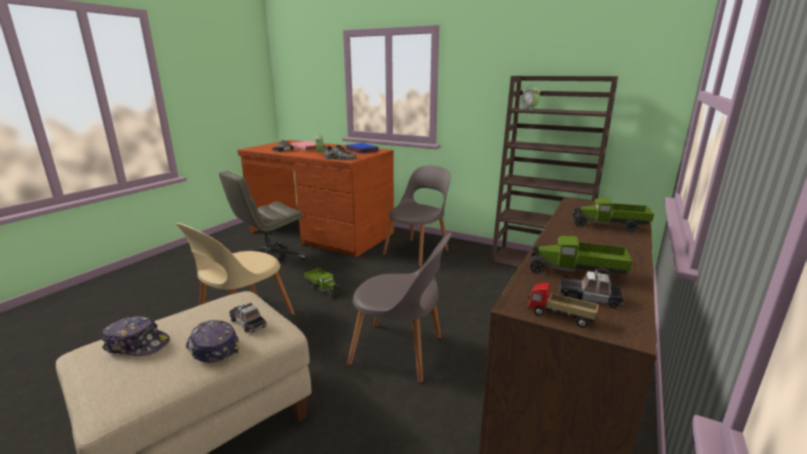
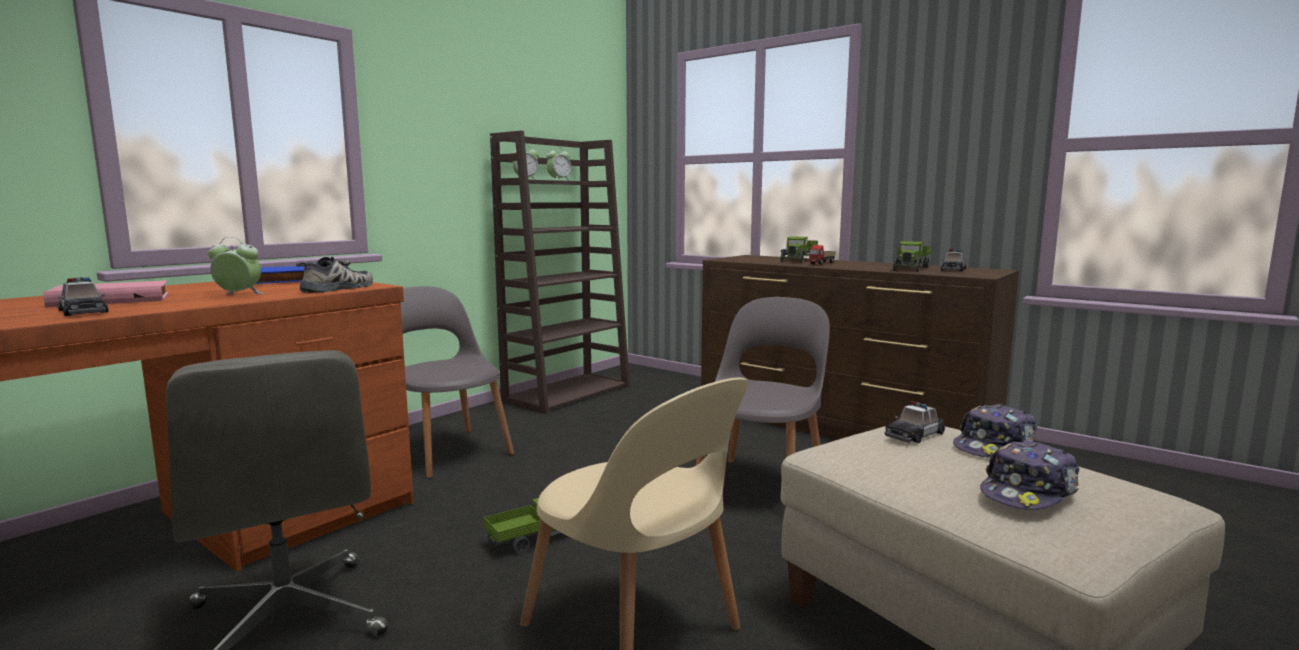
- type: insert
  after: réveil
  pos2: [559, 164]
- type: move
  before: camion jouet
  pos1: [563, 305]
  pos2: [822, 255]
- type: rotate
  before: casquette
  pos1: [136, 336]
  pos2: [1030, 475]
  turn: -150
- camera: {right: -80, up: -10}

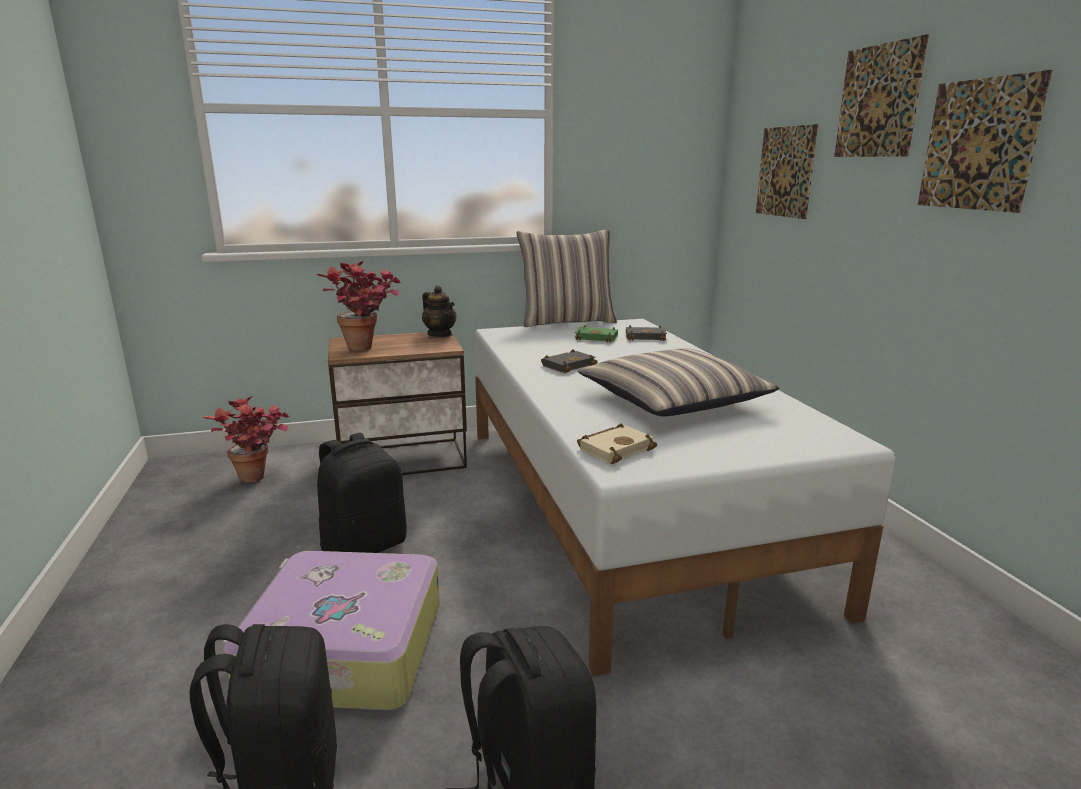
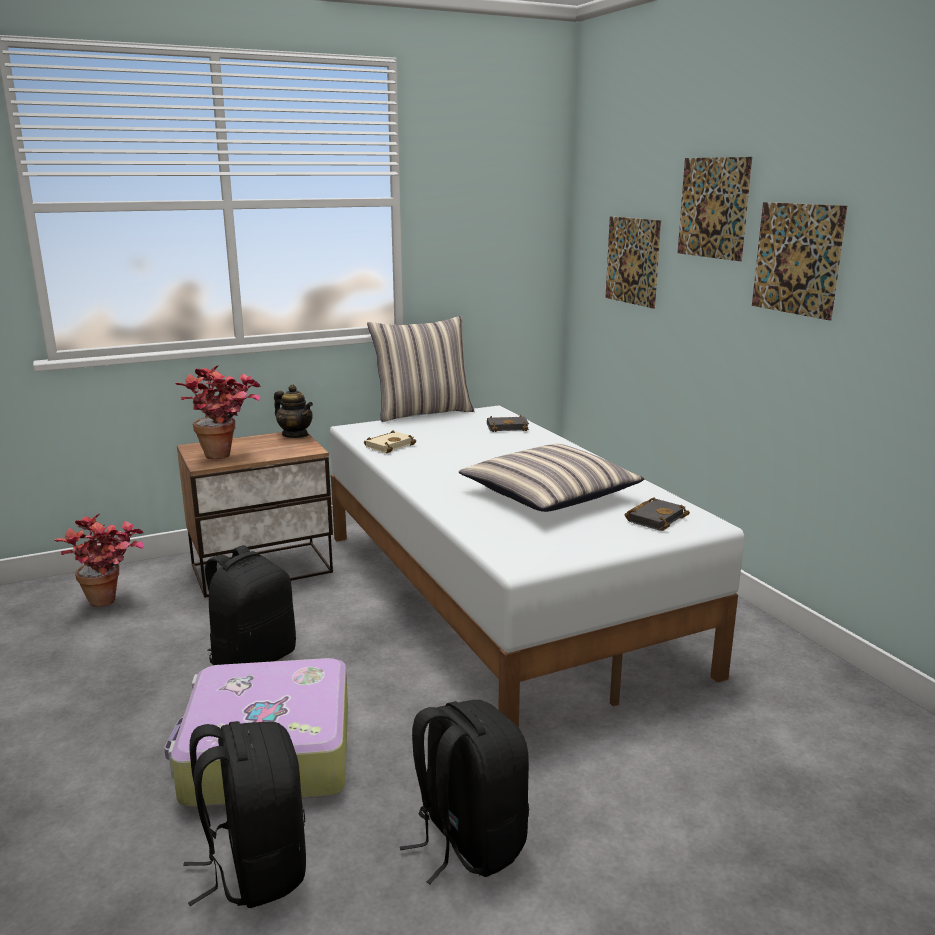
- type: delete
  before: livre (vert)
  pos1: [596, 334]
- type: move
  before: livre (noir)
  pos1: [569, 361]
  pos2: [657, 514]
- type: move
  before: livre (beige)
  pos1: [617, 444]
  pos2: [390, 441]
- camera: {right: -10, up: 0}

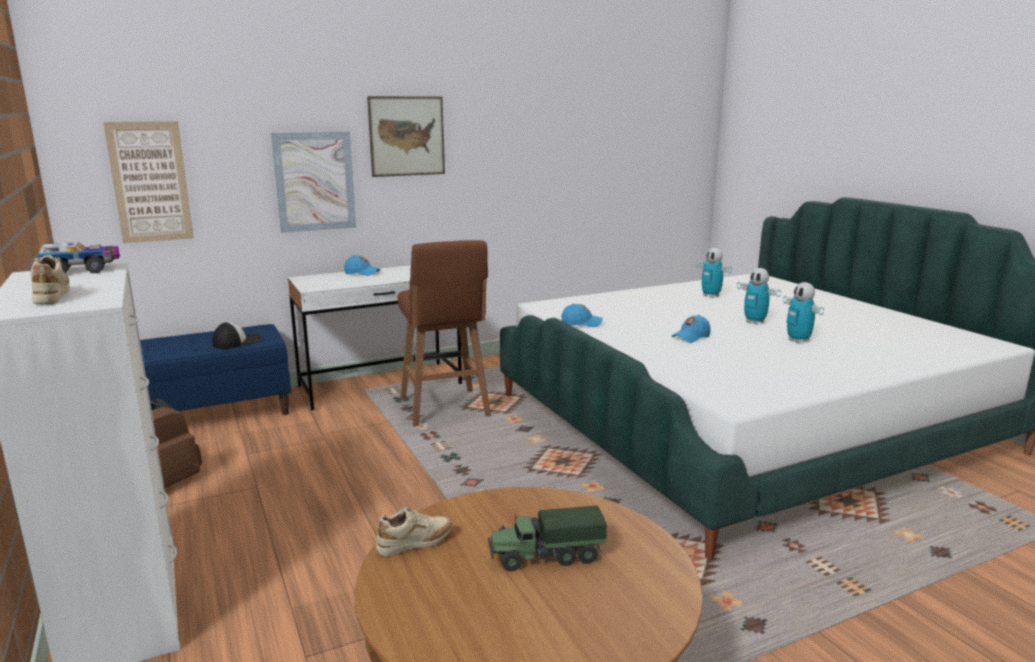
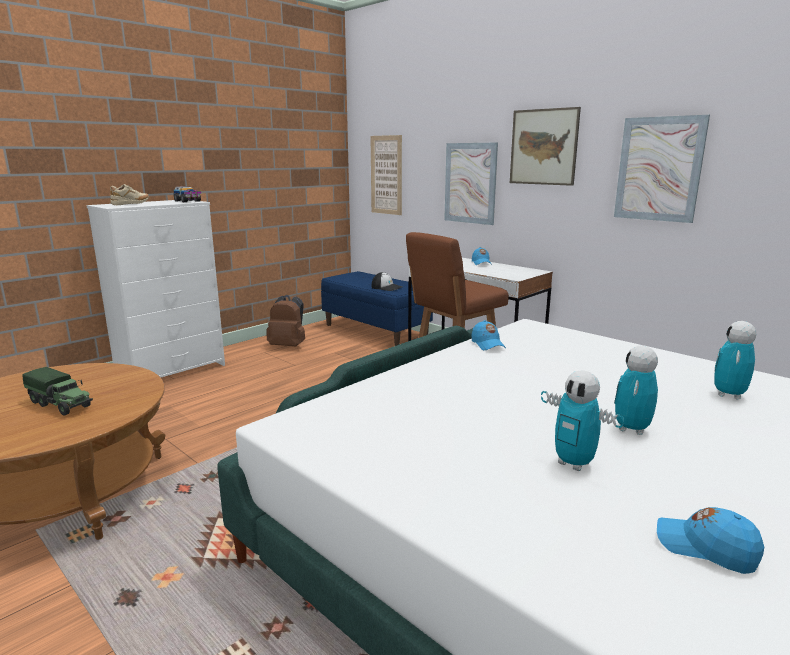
- type: delete
  before: chaussure (beige)
  pos1: [414, 531]
- type: insert
  after: tableau
  pos2: [662, 169]
- type: move
  before: casquette (bleu)
  pos1: [691, 329]
  pos2: [710, 540]
- type: rotate
  before: camion jouet
  pos1: [547, 538]
  pos2: [57, 391]
  turn: 150
- type: rotate
  before: robot jouet
  pos1: [803, 312]
  pos2: [582, 420]
  turn: -90
- camera: {right: 70, up: 0}

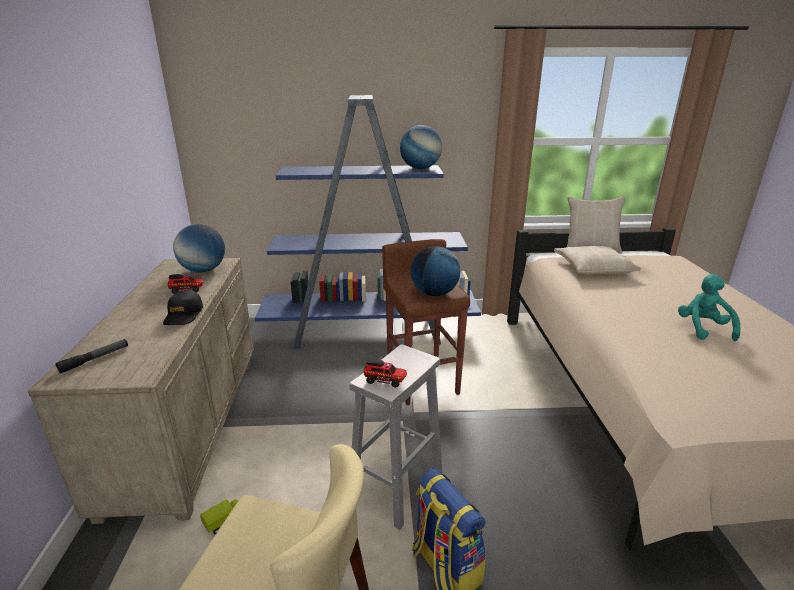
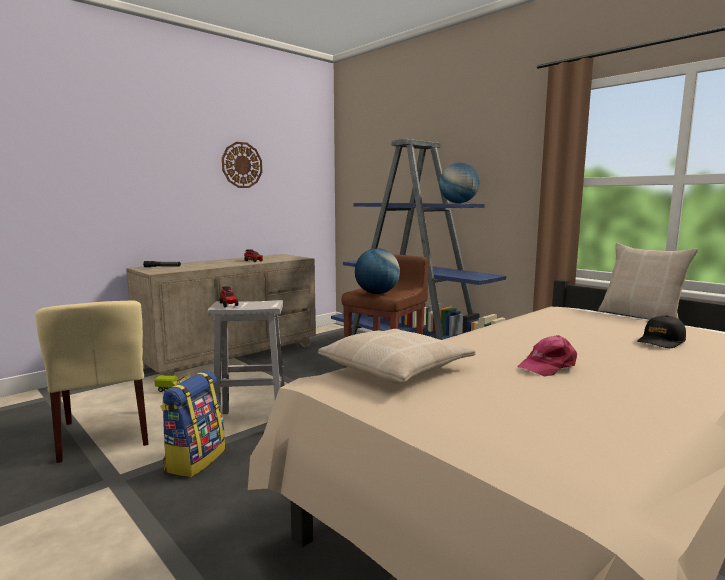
- type: delete
  before: globe
  pos1: [199, 248]
- type: insert
  after: horloge murale
  pos2: [242, 165]
- type: move
  before: casquette (noir)
  pos1: [183, 307]
  pos2: [661, 331]
- type: move
  before: coussin (beige)
  pos1: [597, 260]
  pos2: [397, 356]
- type: replace
  before: peluche (turquoise)
  after: casquette (rose)
  pos1: [709, 307]
  pos2: [547, 356]
- camera: {right: 50, up: -15}

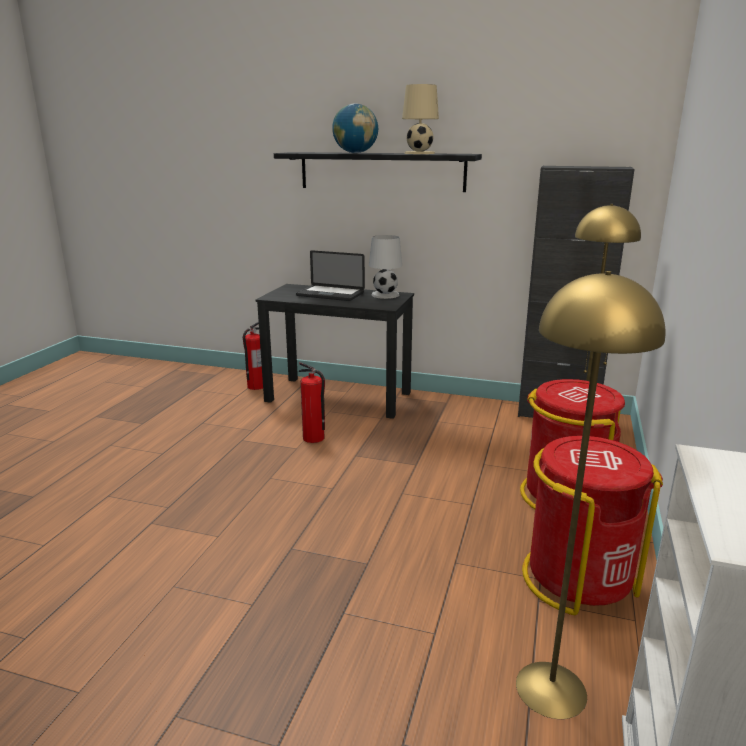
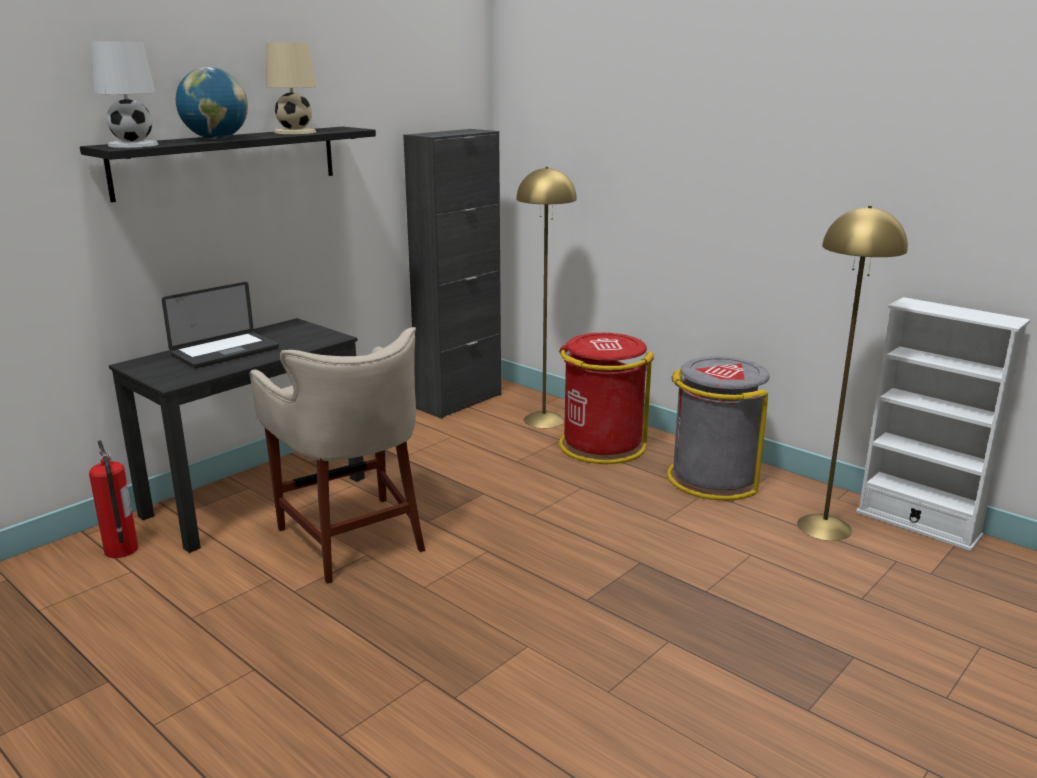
- type: move
  before: lampe de table (blanc)
  pos1: [385, 267]
  pos2: [125, 95]
- type: replace
  before: extincteur
  after: tabouret (beige)
  pos1: [312, 402]
  pos2: [337, 455]
- type: recolor
  before: poubelle (rouge)
  after: poubelle (gris)
  pos1: [592, 525]
  pos2: [718, 428]
- camera: {right: -65, up: 0}

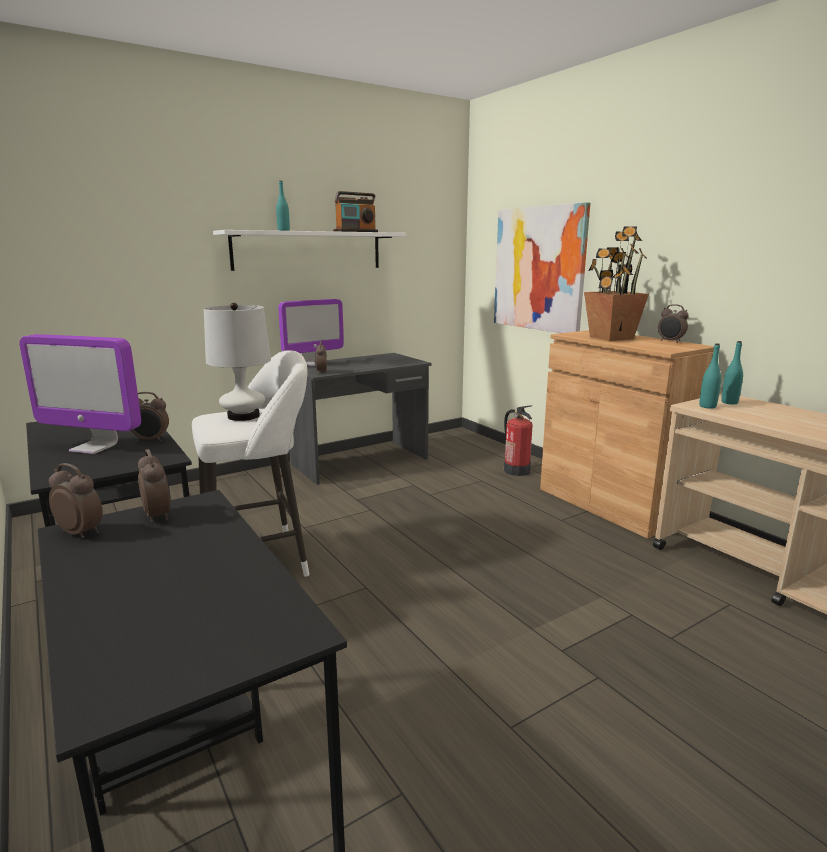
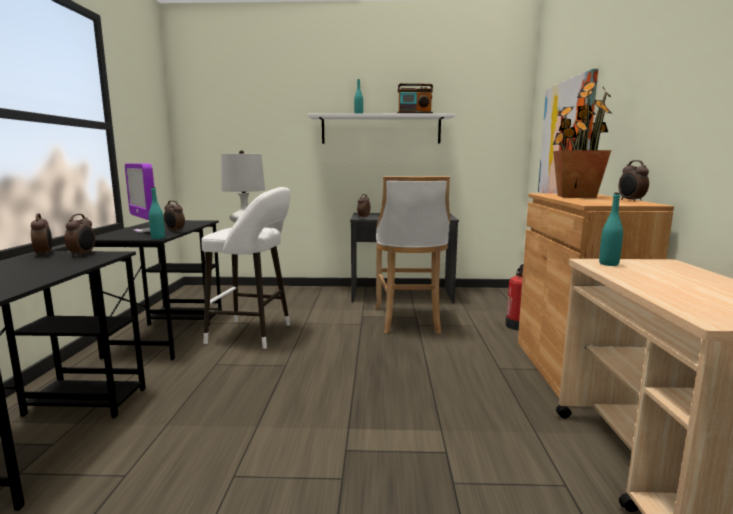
- type: delete
  before: écran d'ordinateur
  pos1: [311, 332]
- type: insert
  after: tabouret (blanc)
  pos2: [412, 255]
- type: move
  before: bouteille (turquoise)
  pos1: [732, 373]
  pos2: [157, 213]
- camera: {right: 35, up: -5}

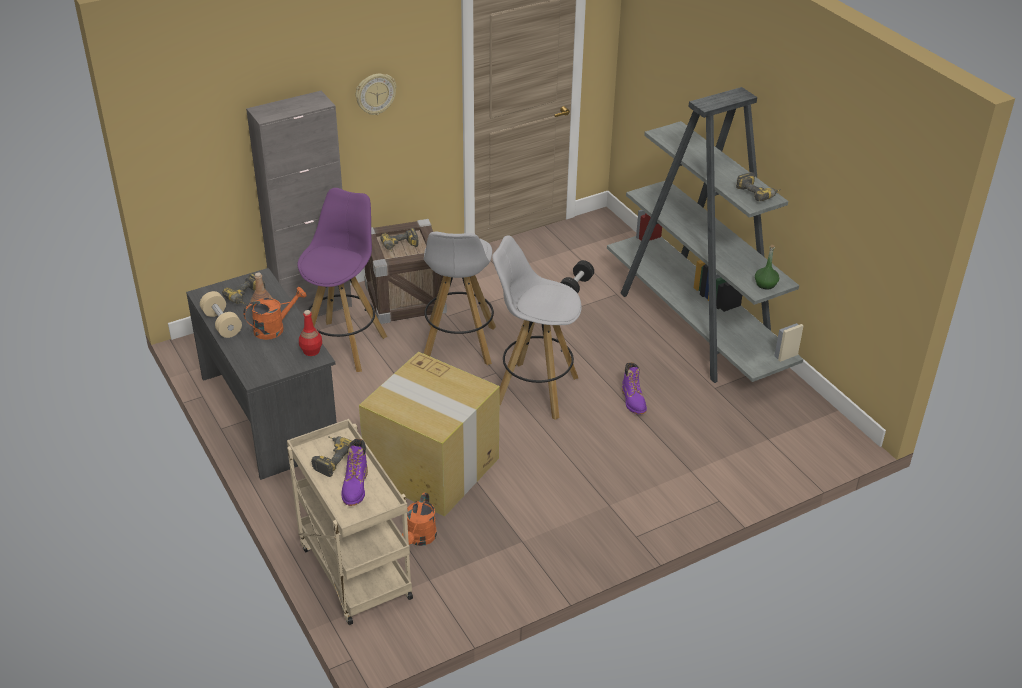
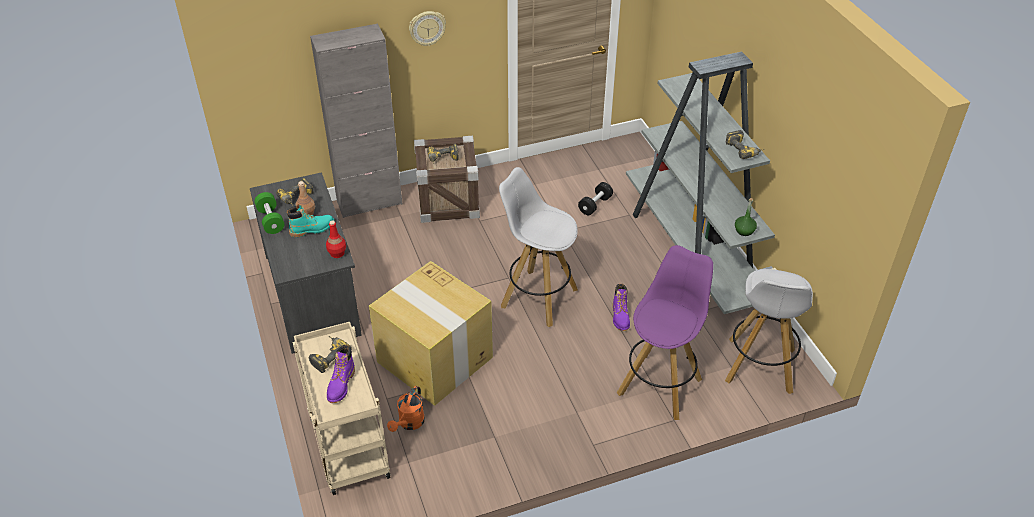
- type: move
  before: tabouret (violet)
  pos1: [342, 280]
  pos2: [665, 332]
- type: move
  before: tabouret (blanc)
  pos1: [460, 298]
  pos2: [769, 331]
- type: replace
  before: arrosoir (orange)
  after: botte (turquoise)
  pos1: [275, 313]
  pos2: [310, 220]
- type: recolor
  before: haltère (beige)
  after: haltère (vert)
  pos1: [221, 314]
  pos2: [269, 213]
- camera: {right: 10, up: 5}

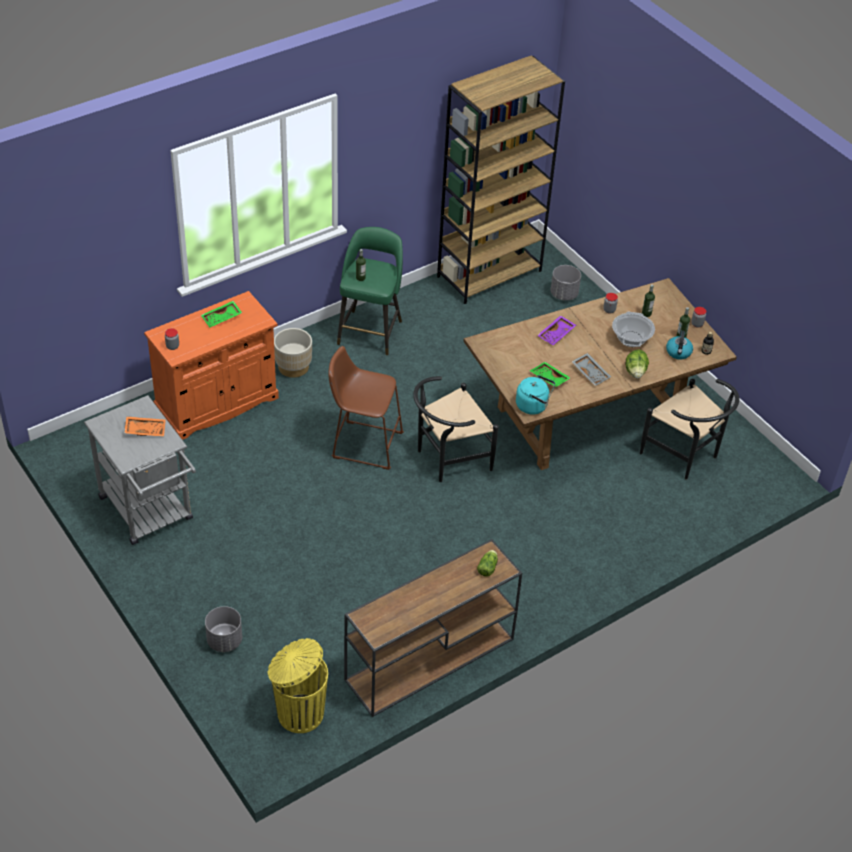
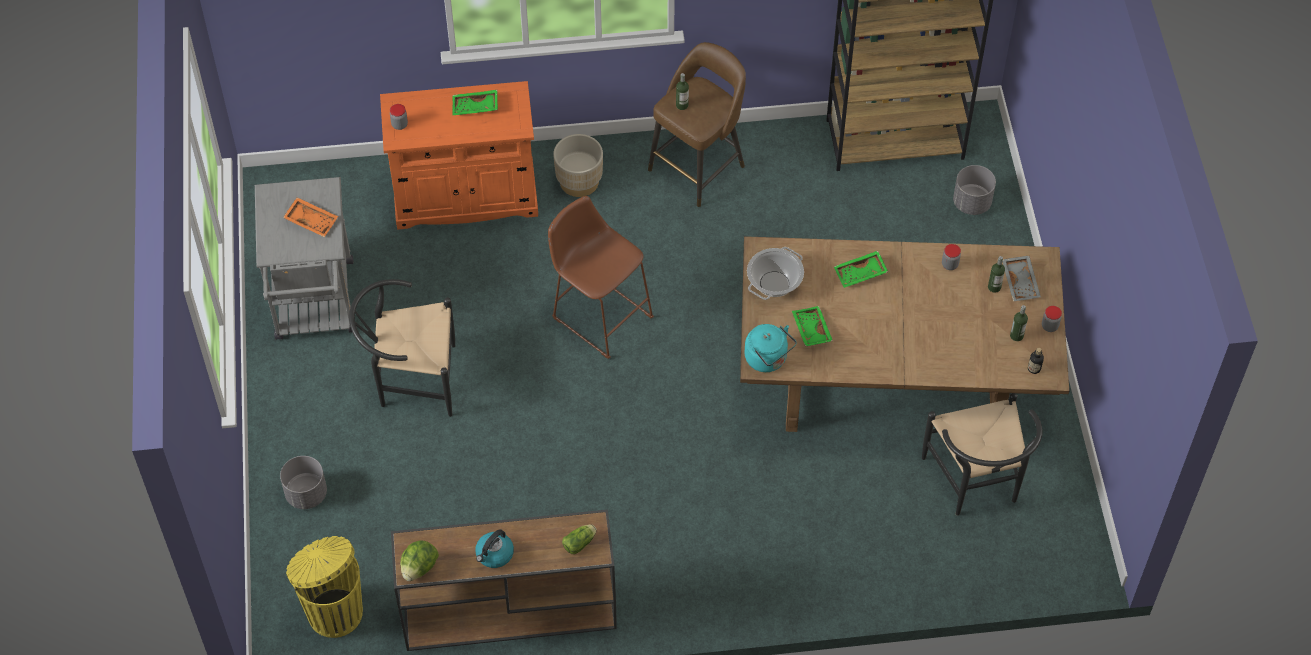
- type: move
  before: chaise (noir)
  pos1: [455, 429]
  pos2: [402, 348]
- type: move
  before: plateau (gris)
  pos1: [591, 369]
  pos2: [1021, 279]
- type: move
  before: marmite
  pos1: [633, 329]
  pos2: [775, 273]
- type: move
  before: laitue
  pos1: [637, 364]
  pos2: [419, 560]
- type: move
  before: bouilloire
  pos1: [679, 344]
  pos2: [494, 548]
- type: recolor
  before: tabouret (vert)
  after: tabouret (marron)
  pos1: [370, 291]
  pos2: [697, 124]
- type: recolor
  before: plateau (violet)
  after: plateau (vert)
  pos1: [556, 330]
  pos2: [861, 269]
- camera: {right: 30, up: 10}

